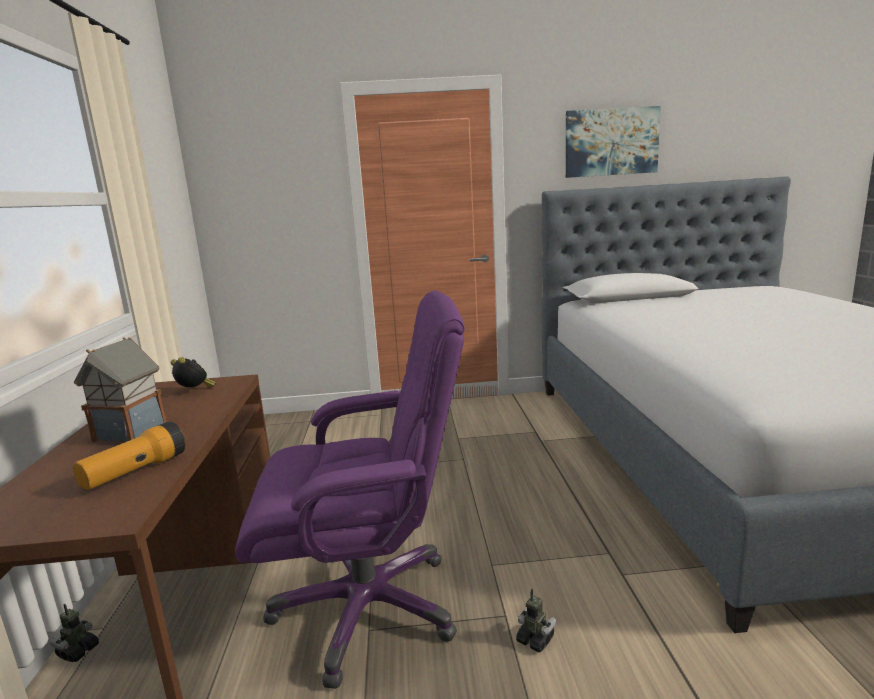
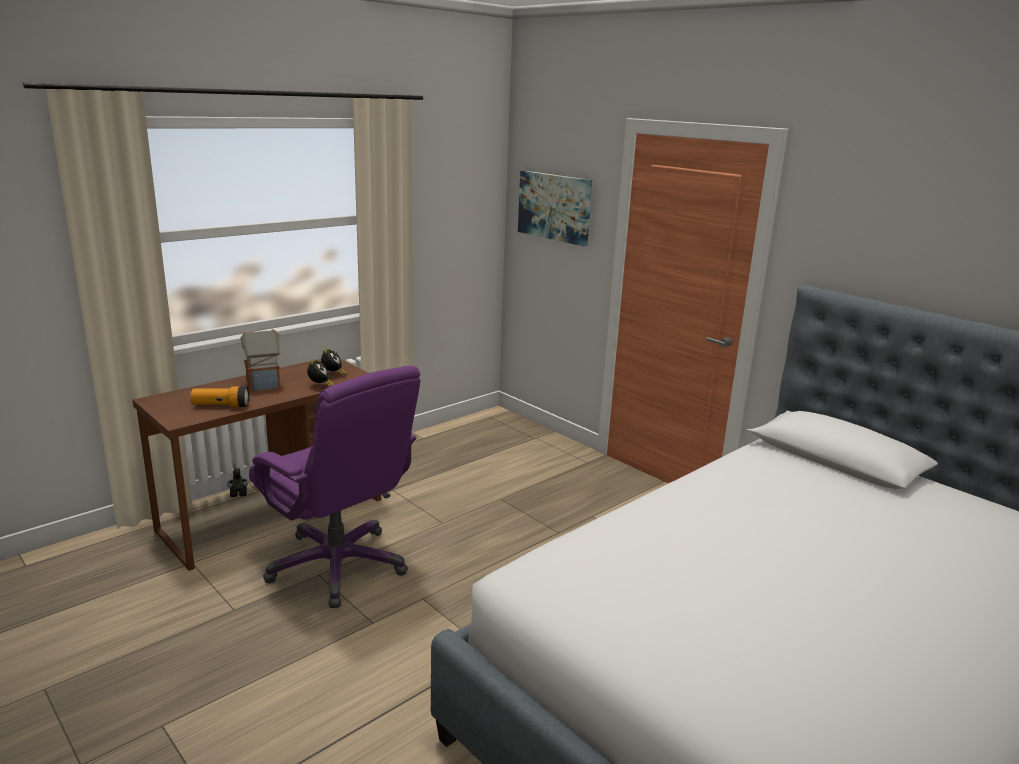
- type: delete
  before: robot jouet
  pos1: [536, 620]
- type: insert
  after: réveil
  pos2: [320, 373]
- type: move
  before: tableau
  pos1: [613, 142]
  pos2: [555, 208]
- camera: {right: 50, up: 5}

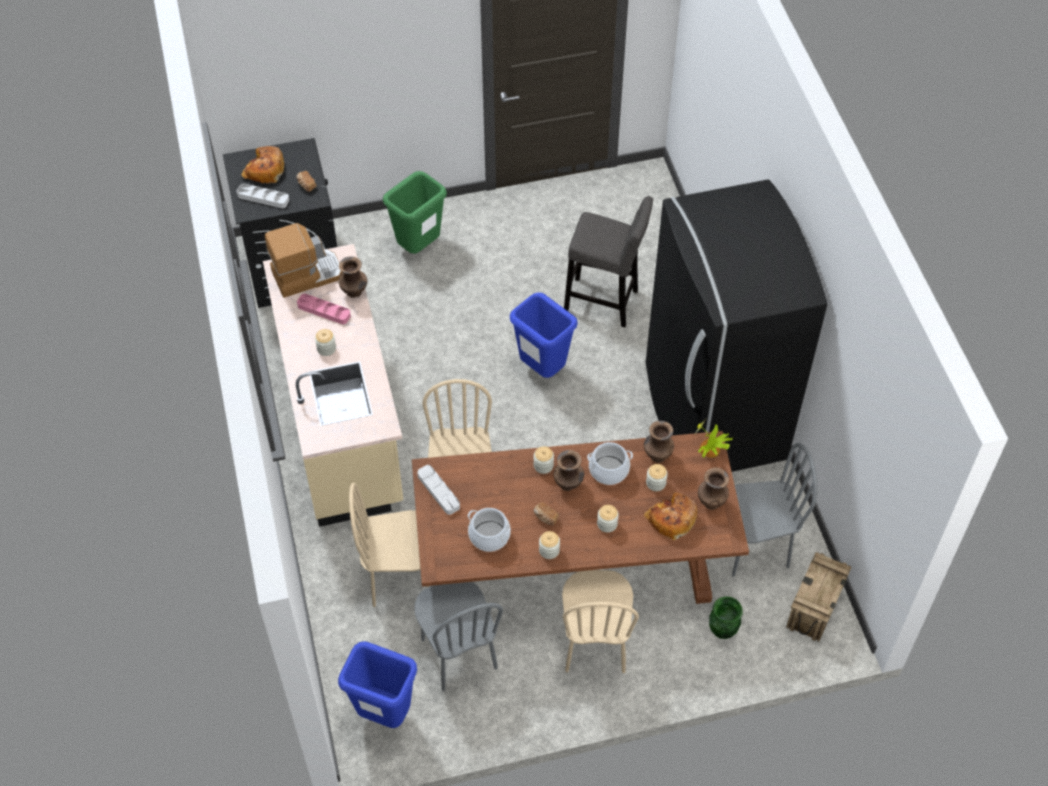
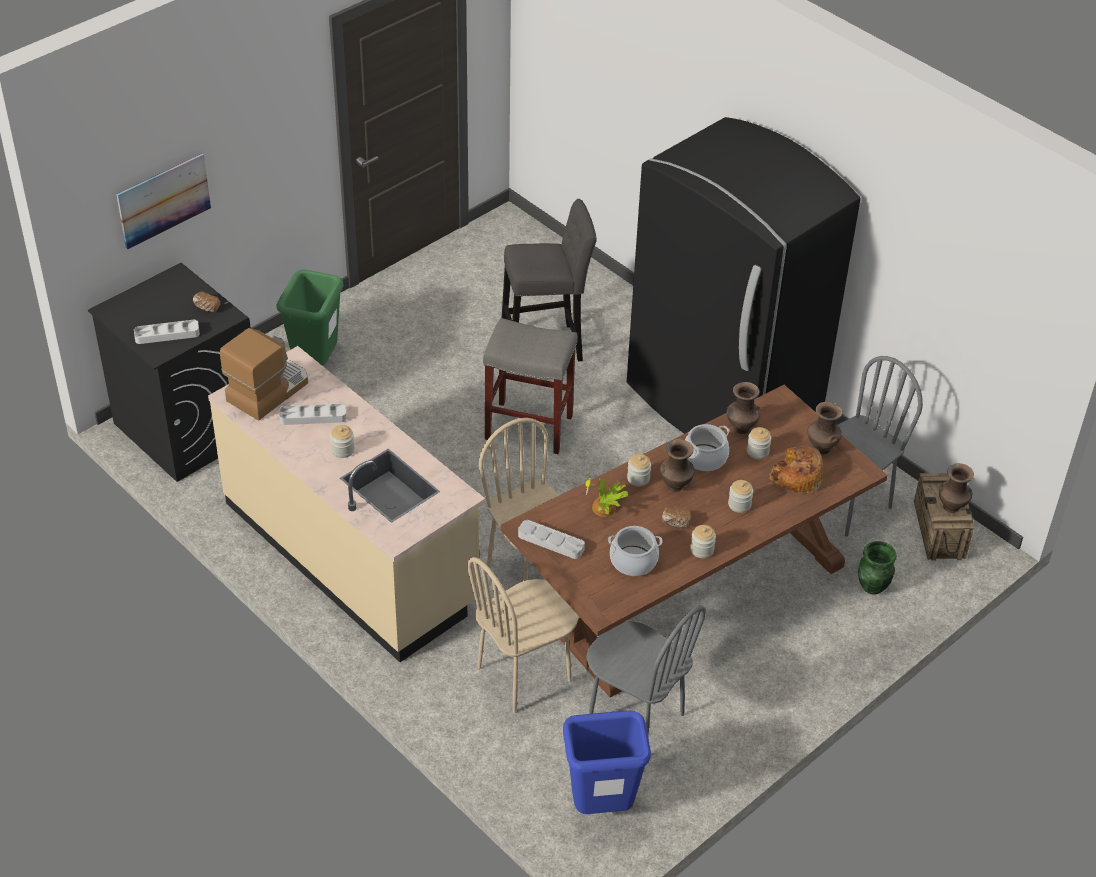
- type: delete
  before: pain
  pos1: [262, 164]
- type: delete
  before: chaise (beige)
  pos1: [600, 621]
- type: insert
  after: tableau
  pos2: [163, 201]
- type: move
  before: vase (marron)
  pos1: [353, 277]
  pos2: [956, 488]
- type: move
  before: plante en pot
  pos1: [714, 438]
  pos2: [606, 495]
- type: replace
  before: poubelle (bleu)
  after: tabouret (gris)
  pos1: [544, 335]
  pos2: [530, 386]
- type: recolor
  before: plateau (rose)
  after: plateau (gris)
  pos1: [324, 309]
  pos2: [312, 414]
- camera: {right: -30, up: -10}

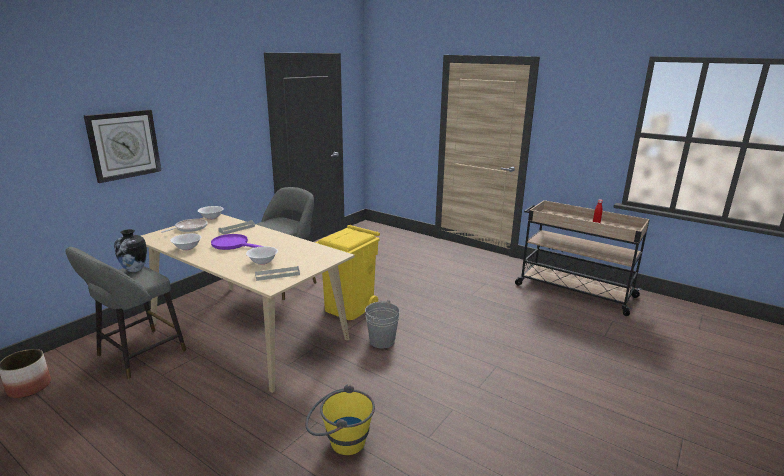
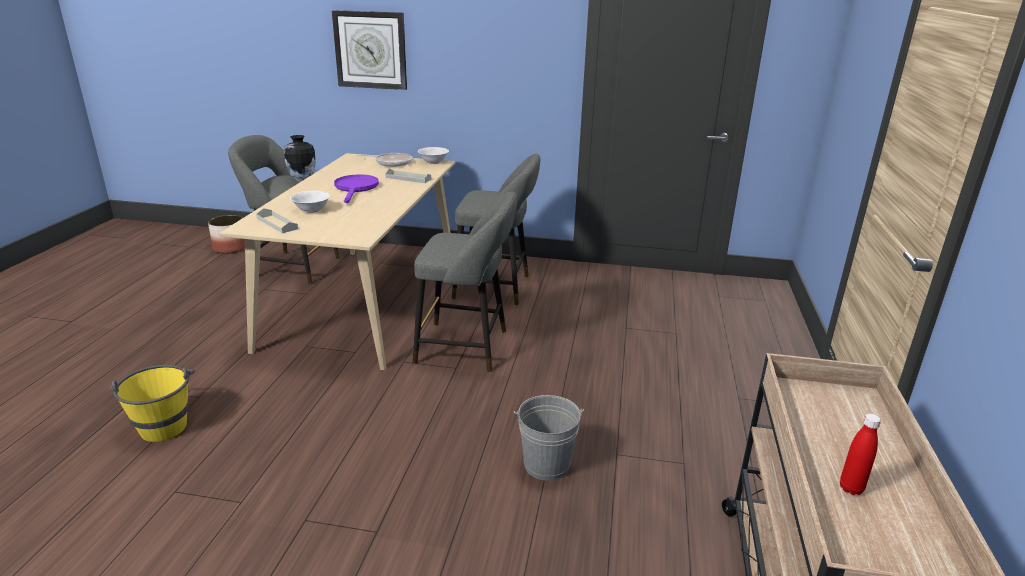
- type: delete
  before: bol (blanc)
  pos1: [185, 242]
- type: move
  before: seau (gris)
  pos1: [382, 324]
  pos2: [549, 438]
- type: replace
  before: poubelle (jaune)
  after: tabouret (gris)
  pos1: [347, 272]
  pos2: [465, 281]
- camera: {right: 65, up: 5}

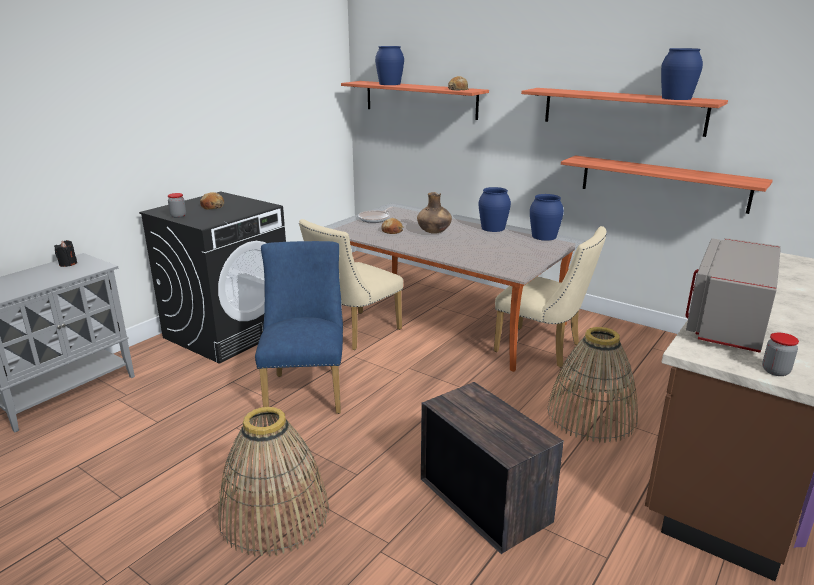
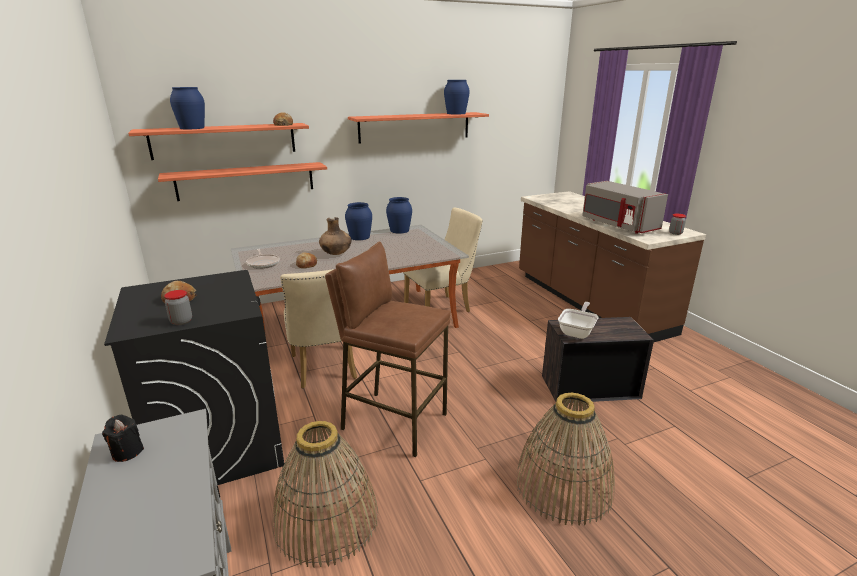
- type: insert
  after: poêle
  pos2: [578, 320]
- type: move
  before: panier
  pos1: [592, 385]
  pos2: [325, 494]
- type: move
  before: étagère
  pos1: [667, 184]
  pos2: [242, 181]
- type: replace
  before: chaise (bleu)
  after: tabouret (marron)
  pos1: [299, 329]
  pos2: [387, 349]
- camera: {right: -60, up: 0}

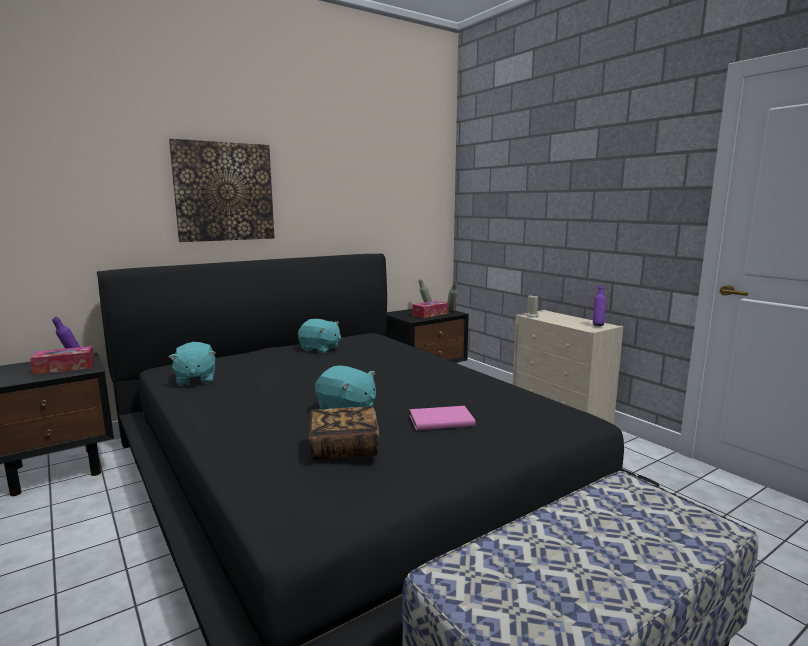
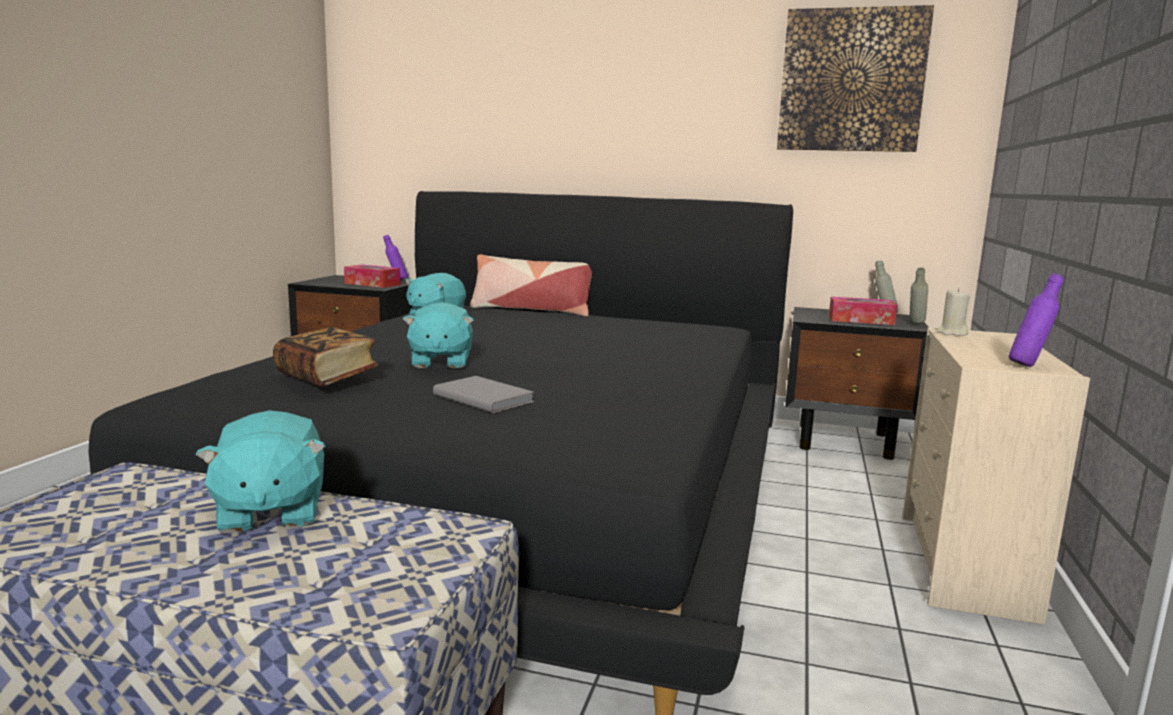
- type: insert
  after: coussin
  pos2: [531, 285]
- type: move
  before: tableau
  pos1: [221, 190]
  pos2: [855, 78]
- type: move
  before: peluche (turquoise)
  pos1: [319, 336]
  pos2: [260, 471]
- type: recolor
  before: livre (rose)
  after: livre (gris)
  pos1: [442, 418]
  pos2: [483, 394]
- camera: {right: 50, up: 0}

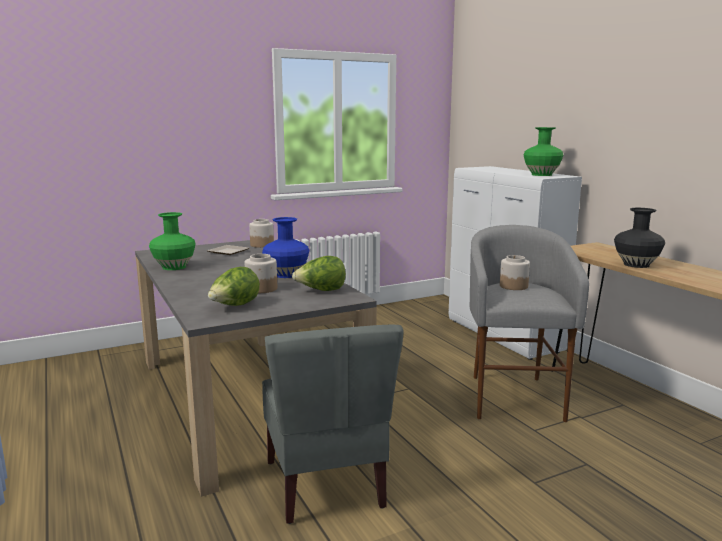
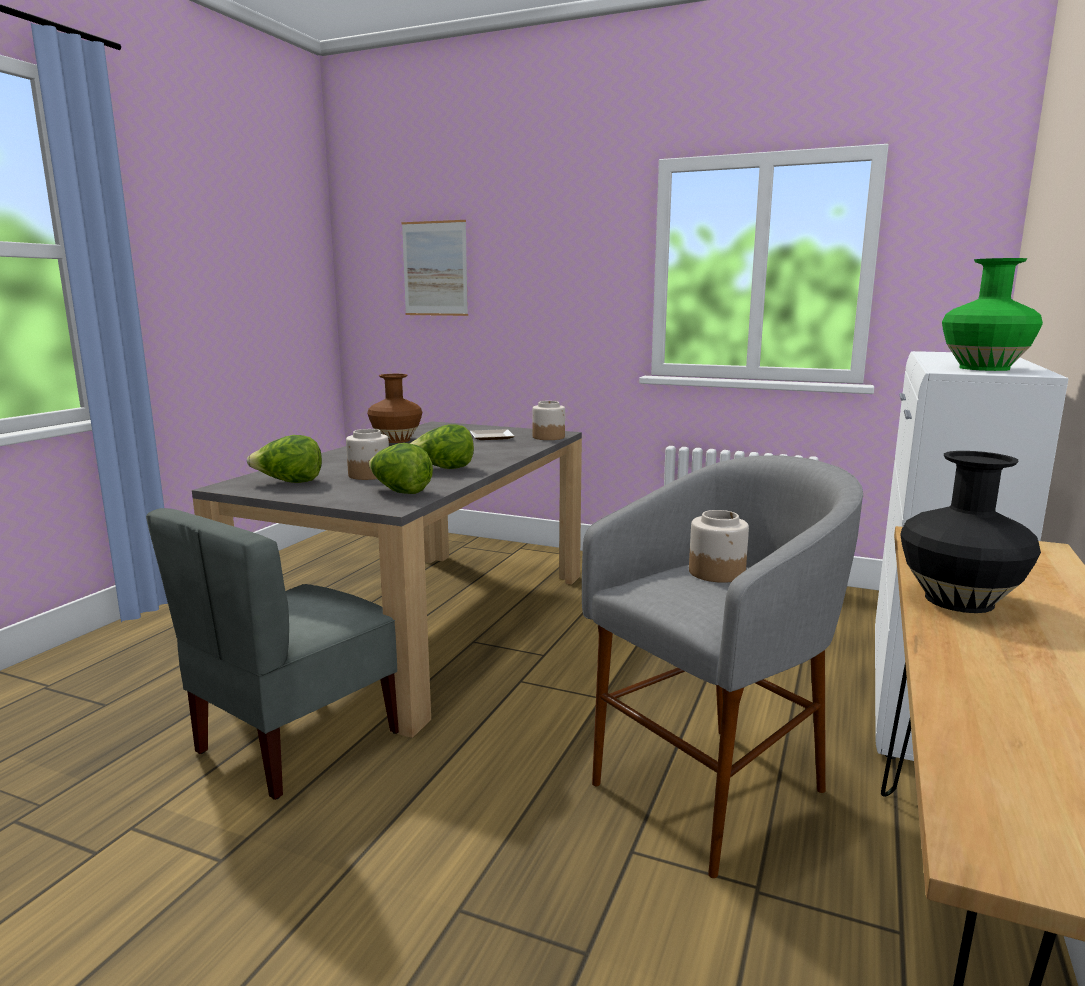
- type: insert
  after: tableau
  pos2: [435, 268]
- type: replace
  before: vase (bleu)
  after: laitue
  pos1: [285, 247]
  pos2: [441, 446]
- type: recolor
  before: vase (vert)
  after: vase (marron)
  pos1: [172, 241]
  pos2: [394, 408]
- camera: {right: 50, up: 0}

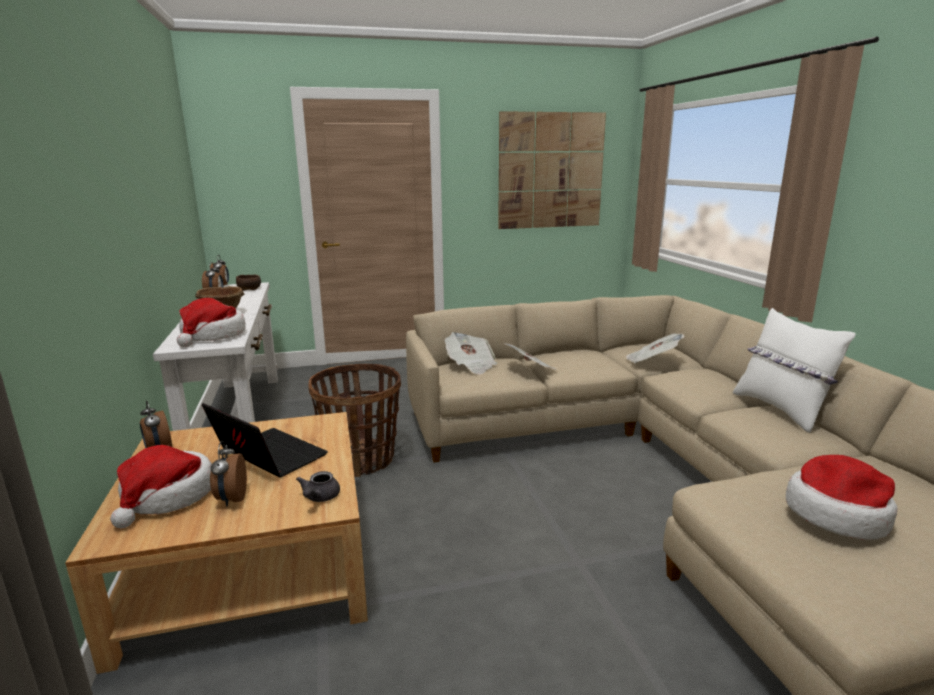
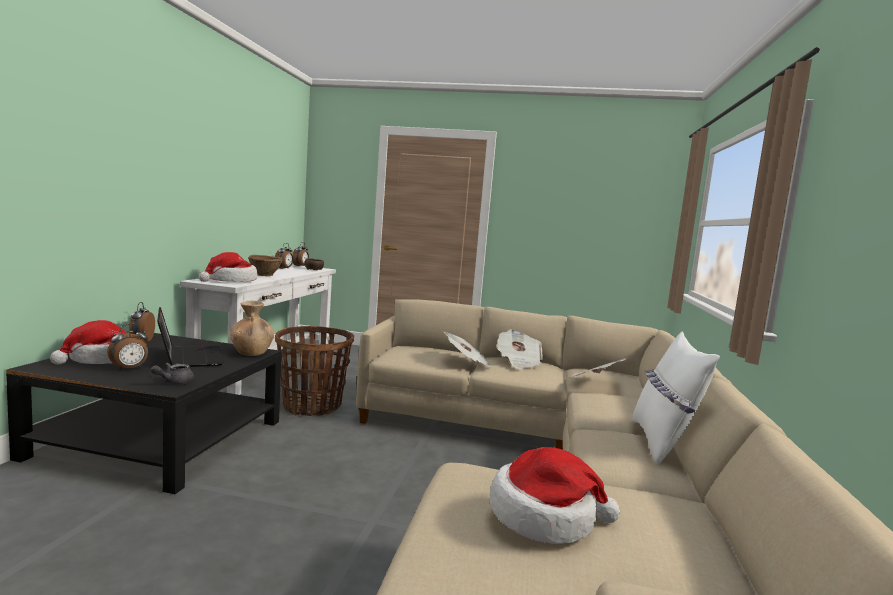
- type: delete
  before: tableau
  pos1: [552, 170]
- type: insert
  after: vase (marron)
  pos2: [252, 328]
- type: move
  before: journal
  pos1: [471, 353]
  pos2: [519, 349]
- type: recolor
  before: table basse (beige)
  after: table basse (noir)
  pos1: [216, 543]
  pos2: [144, 413]
- type: rotate
  before: réveil
  pos1: [228, 473]
  pos2: [127, 347]
  turn: -150
- camera: {right: 25, up: -10}

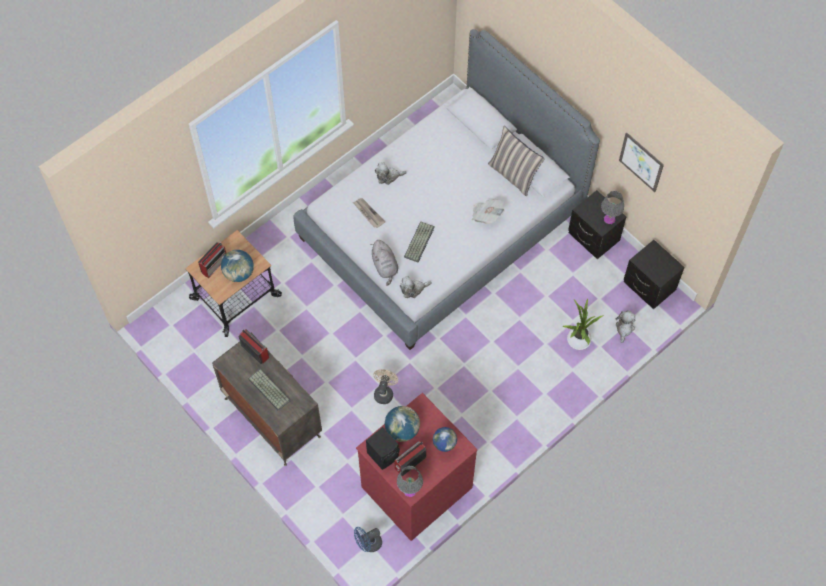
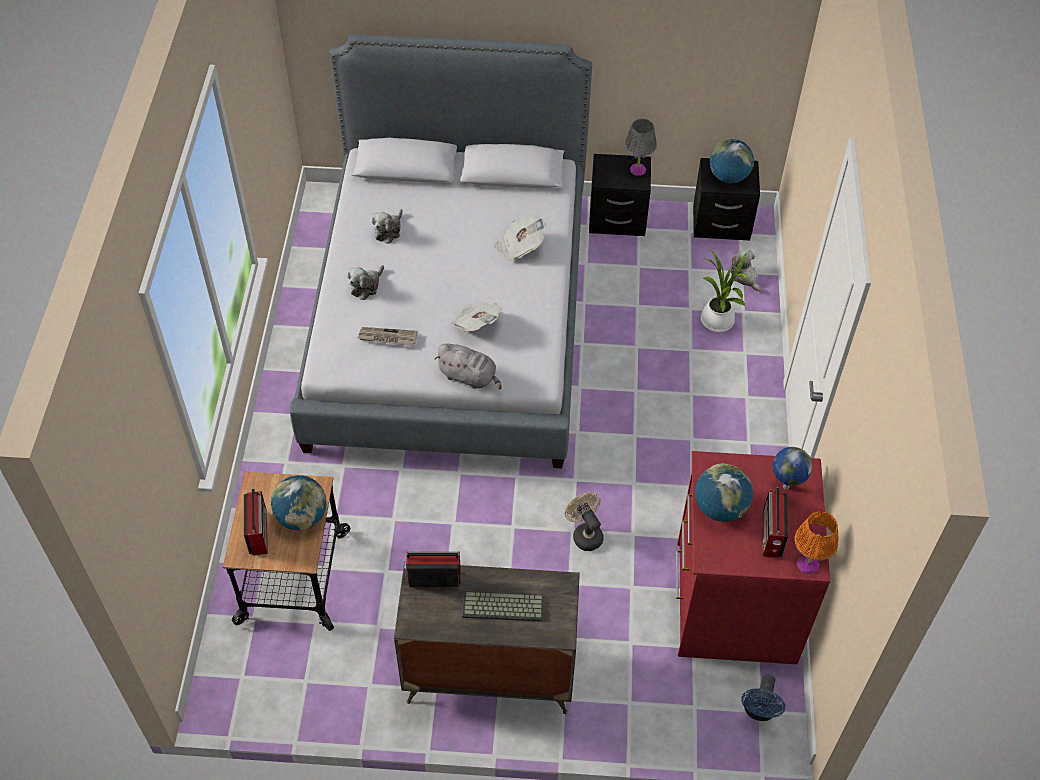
- type: delete
  before: enceinte (noir)
  pos1: [383, 448]
- type: delete
  before: coussin
  pos1: [516, 161]
- type: delete
  before: tableau
  pos1: [641, 162]
- type: insert
  after: globe
  pos2: [732, 161]
- type: move
  before: peluche
  pos1: [416, 287]
  pos2: [387, 226]
- type: replace
  before: clavier
  after: journal
  pos1: [419, 241]
  pos2: [477, 317]
- type: recolor
  before: lampe de table (gris)
  after: lampe de table (orange)
  pos1: [410, 481]
  pos2: [816, 542]
- camera: {right: -45, up: -10}

